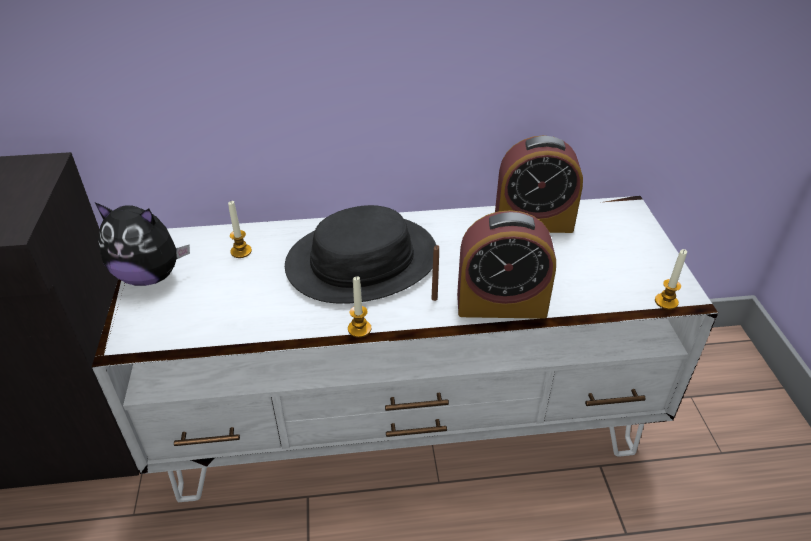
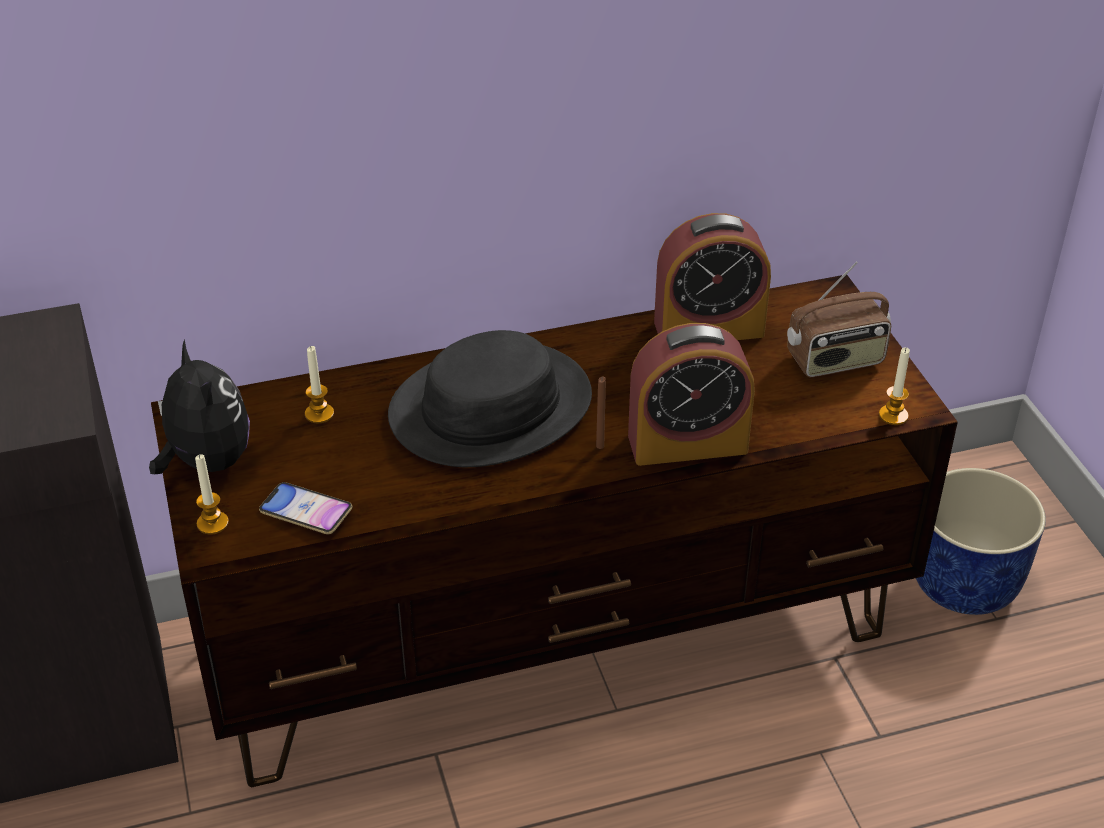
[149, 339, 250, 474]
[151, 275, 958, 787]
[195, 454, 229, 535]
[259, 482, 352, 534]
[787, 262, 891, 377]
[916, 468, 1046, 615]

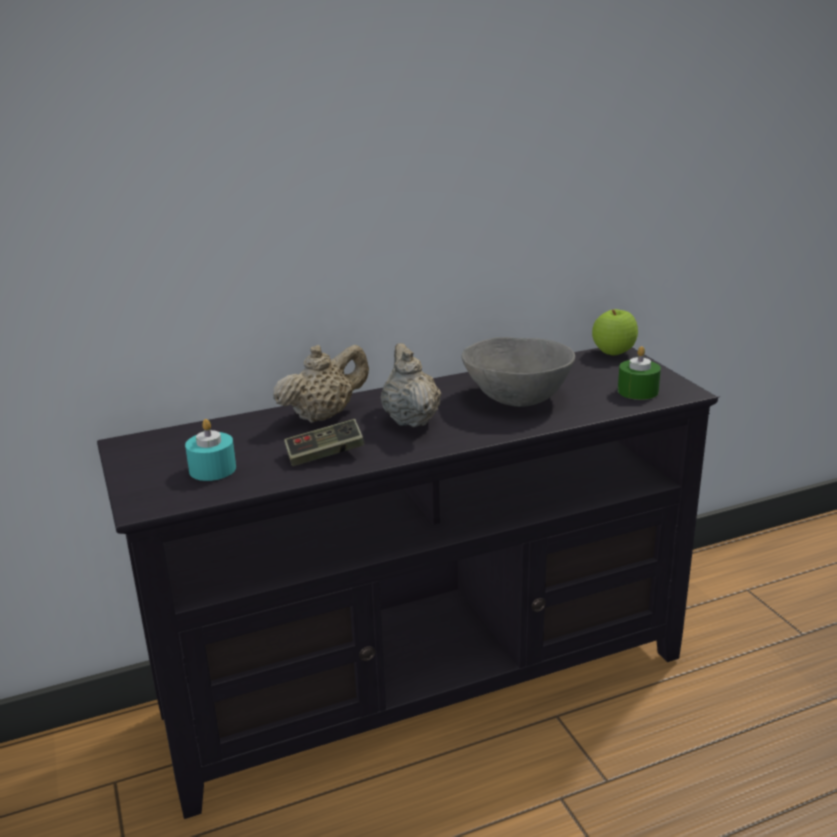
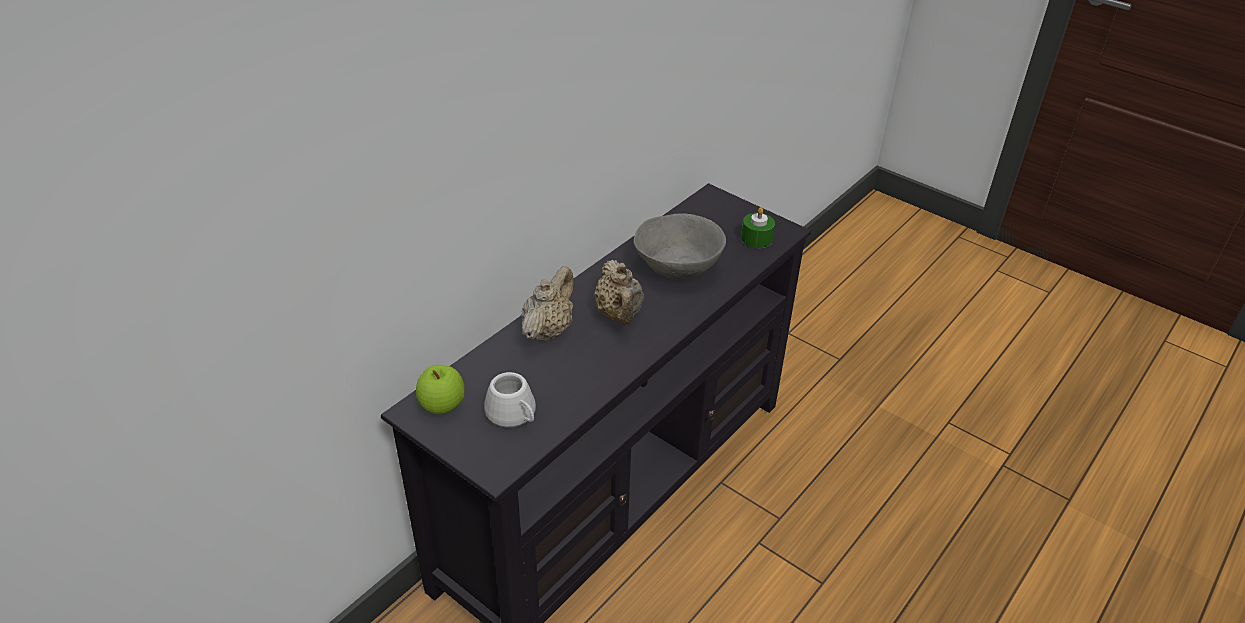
[416, 365, 464, 414]
[484, 372, 536, 428]
[594, 260, 644, 326]
[284, 419, 365, 466] (first image)

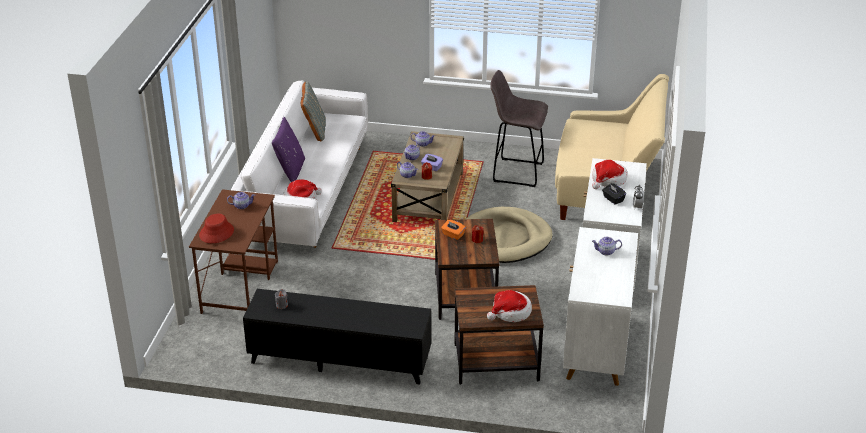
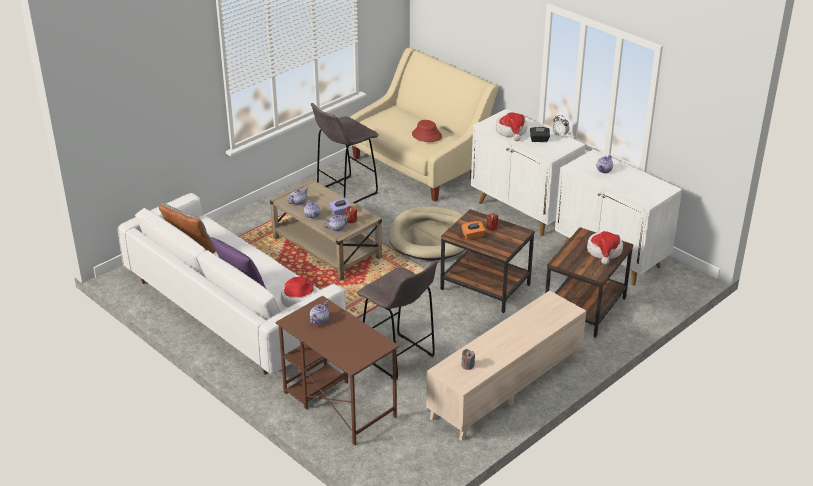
[357, 260, 438, 380]
[412, 120, 442, 142]
[426, 290, 586, 441]

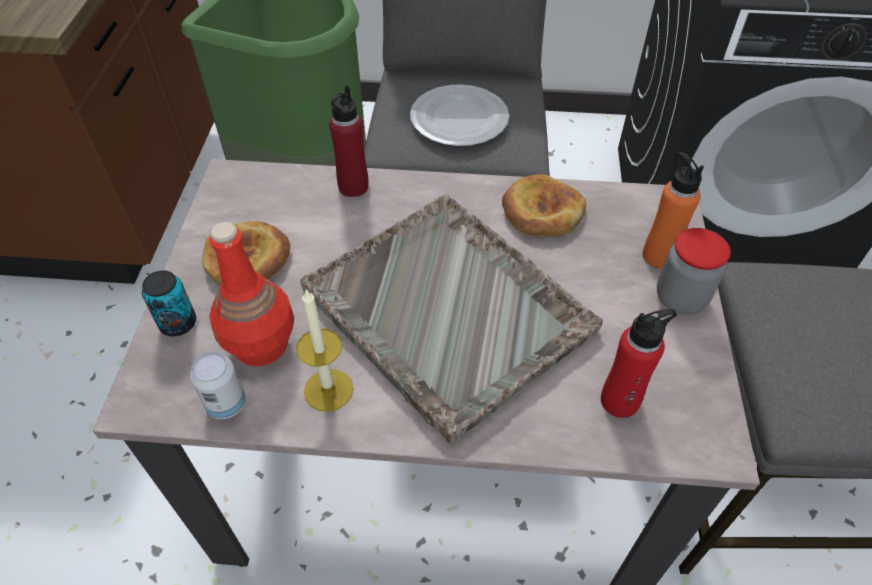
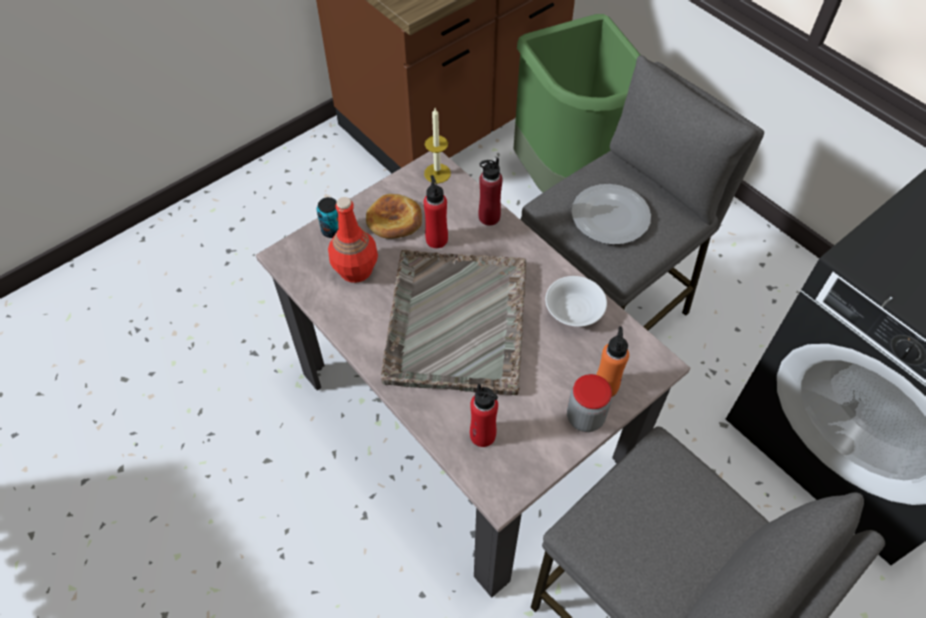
[424, 108, 451, 183]
[424, 175, 448, 248]
[545, 276, 607, 327]
[190, 352, 246, 419] (first image)

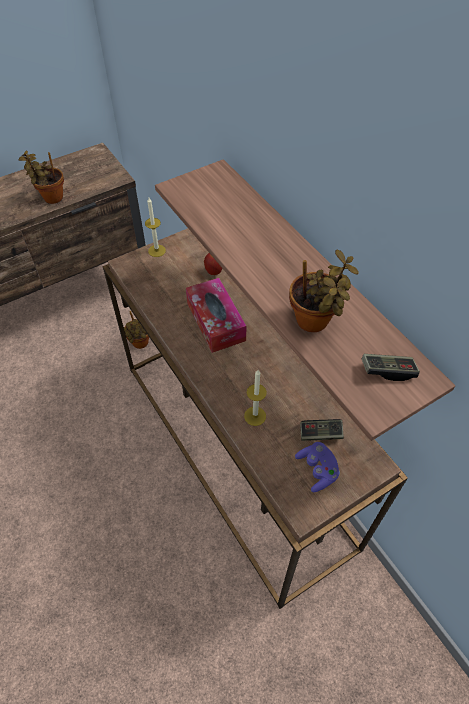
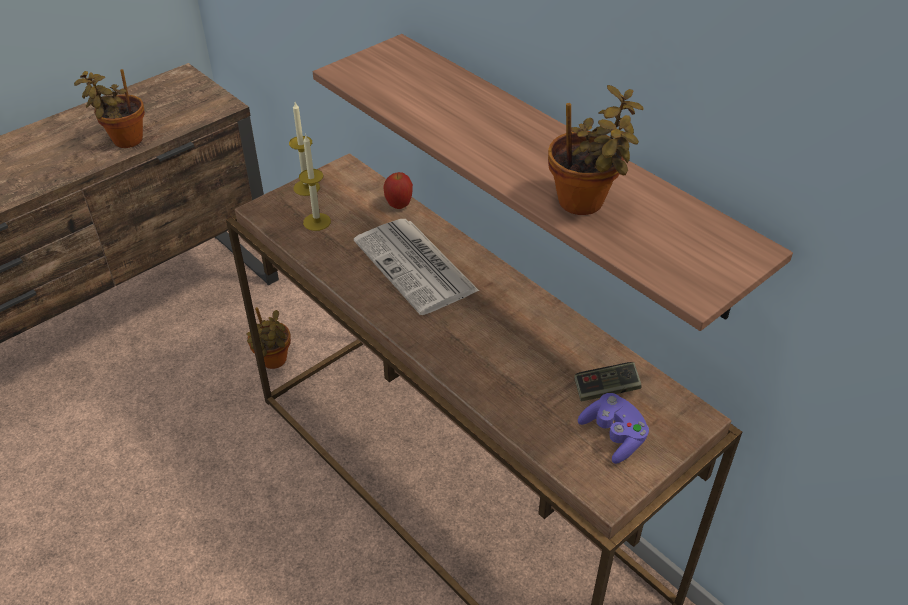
[299, 135, 331, 231]
[354, 219, 479, 315]
[362, 354, 420, 381] (first image)

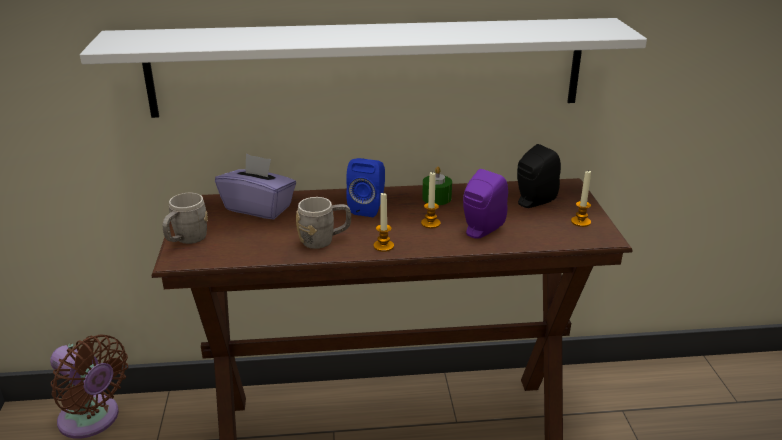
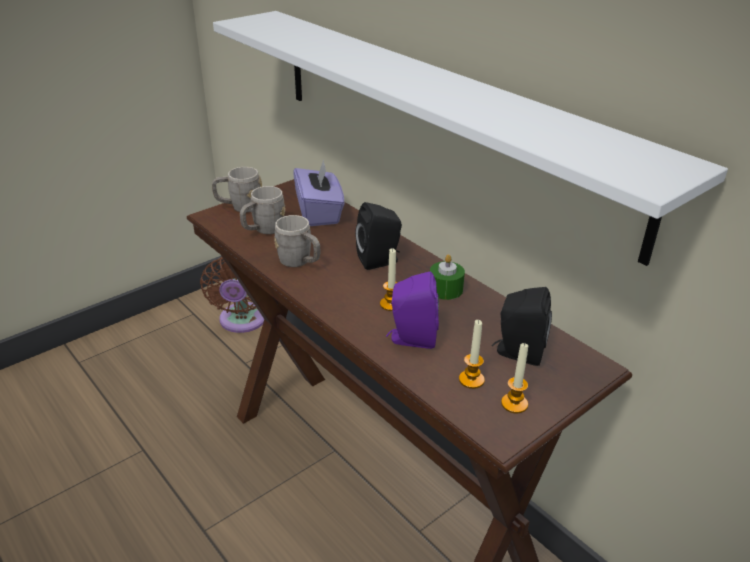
[240, 186, 285, 234]
[355, 202, 402, 270]
[459, 320, 485, 389]

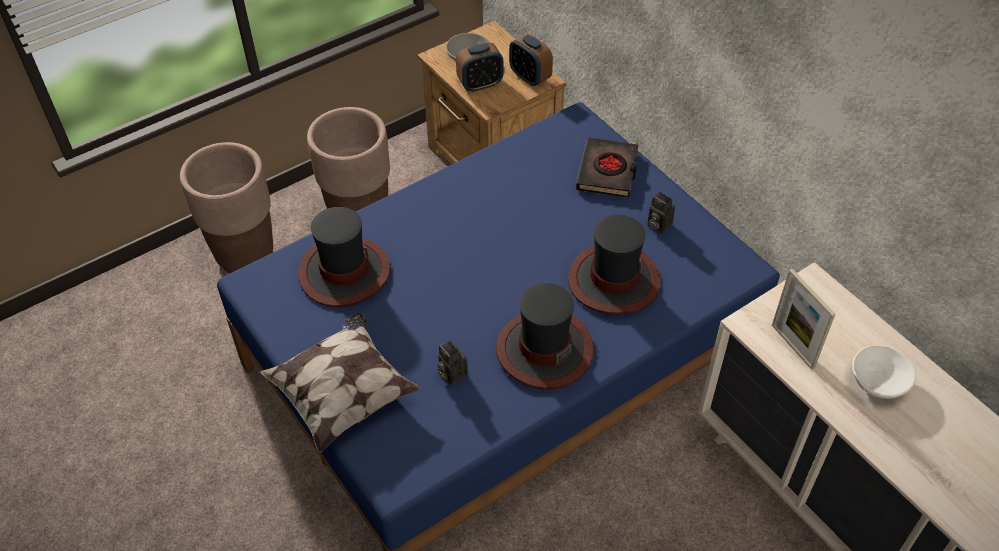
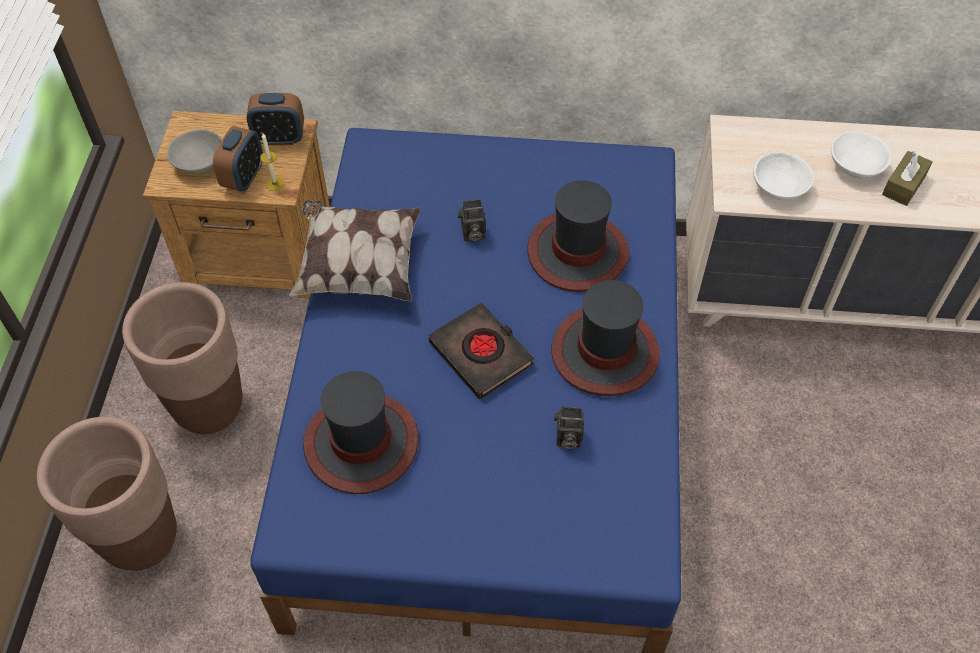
[260, 134, 284, 191]
[289, 200, 421, 302]
[429, 303, 534, 399]
[457, 199, 486, 242]
[753, 152, 814, 200]
[882, 151, 932, 206]

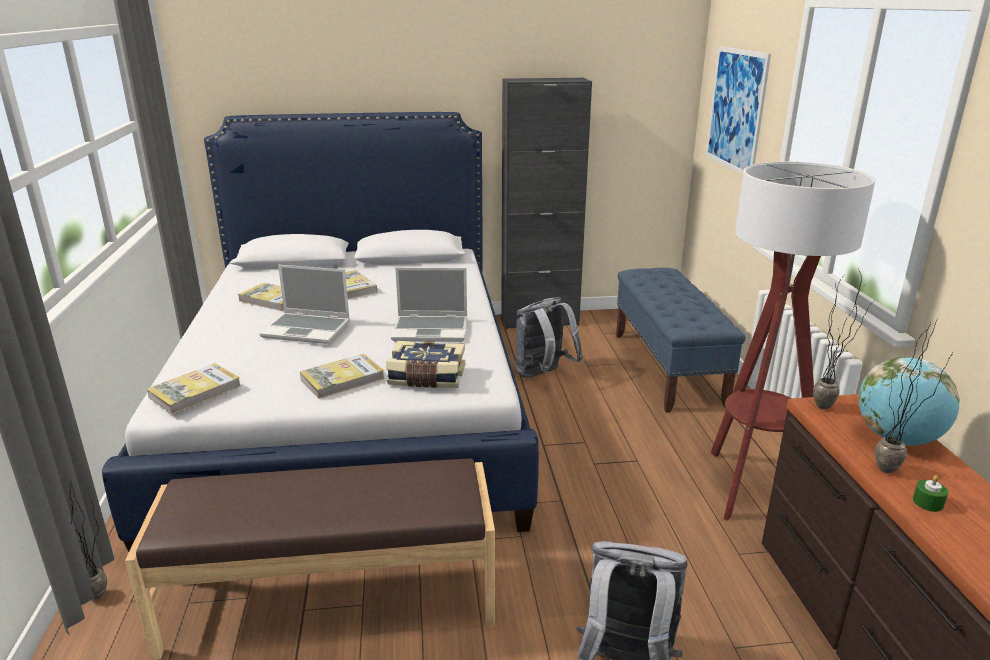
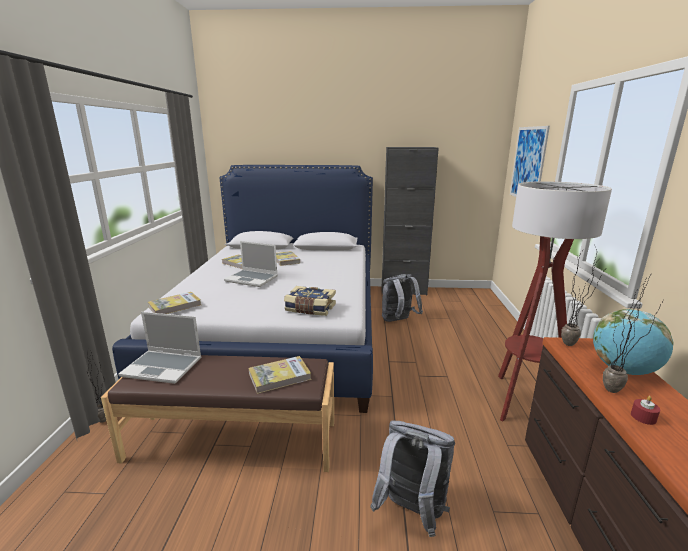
[118, 312, 201, 384]
[249, 356, 312, 394]
[631, 396, 660, 425]
[616, 268, 745, 413] (first image)

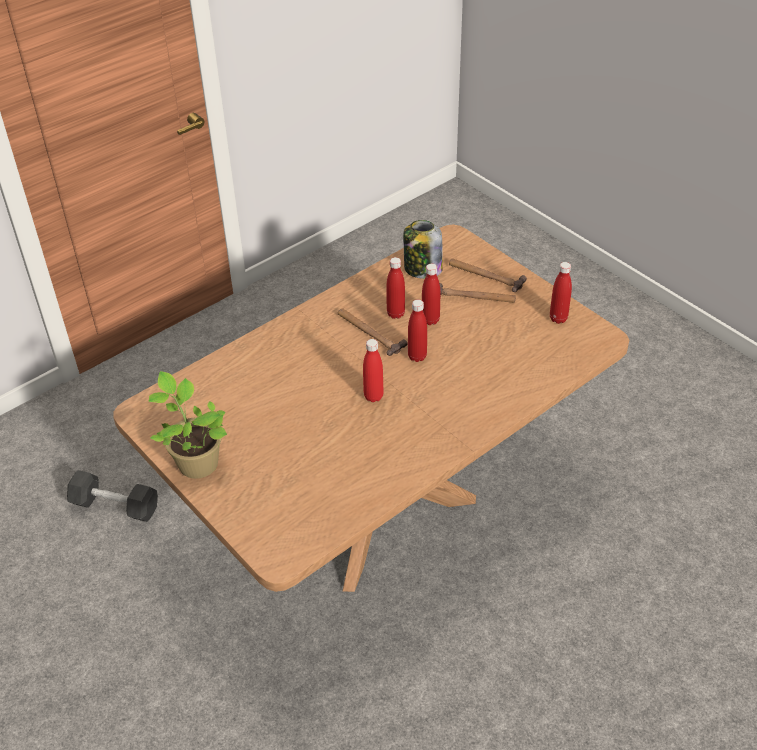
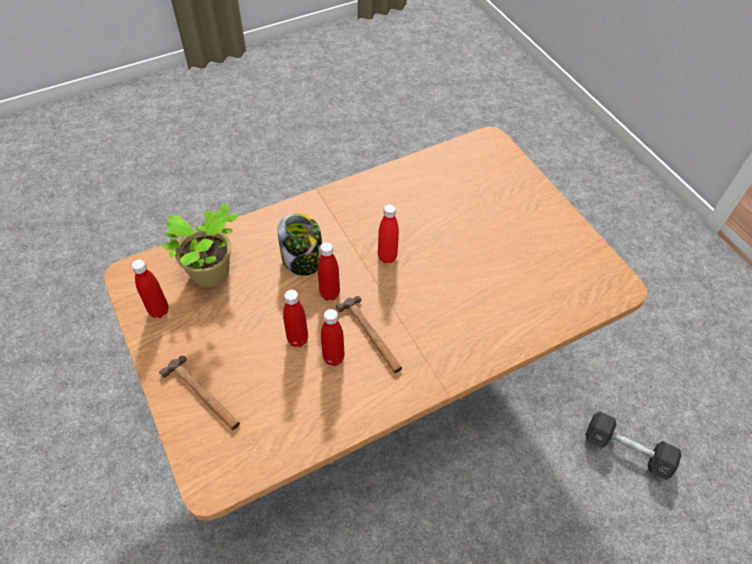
[161, 203, 238, 287]
[277, 213, 322, 276]
[439, 283, 516, 303] (first image)

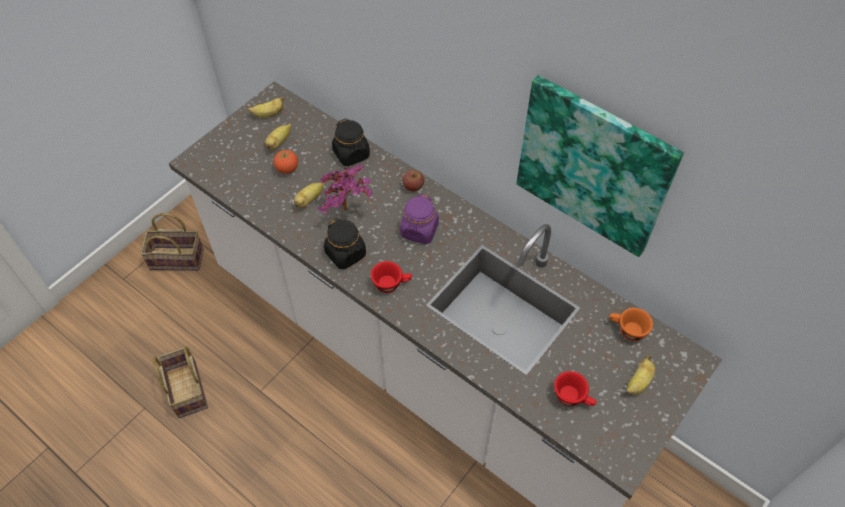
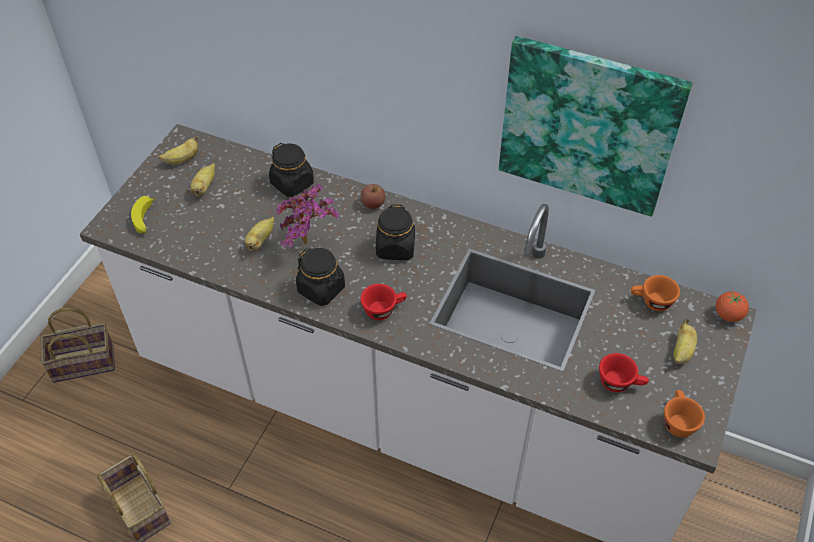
[131, 196, 156, 233]
[376, 204, 415, 260]
[664, 390, 705, 437]
[716, 291, 749, 322]

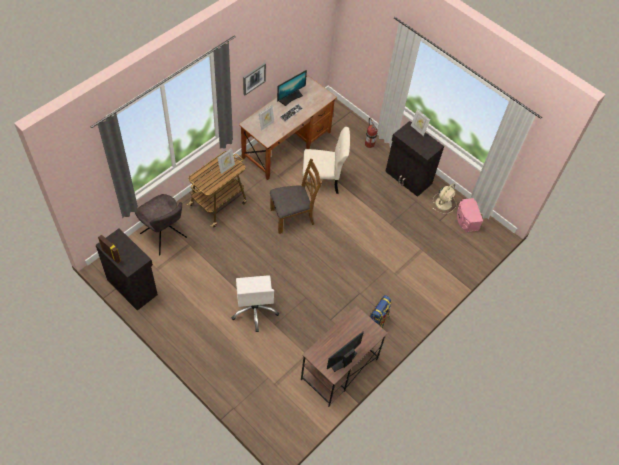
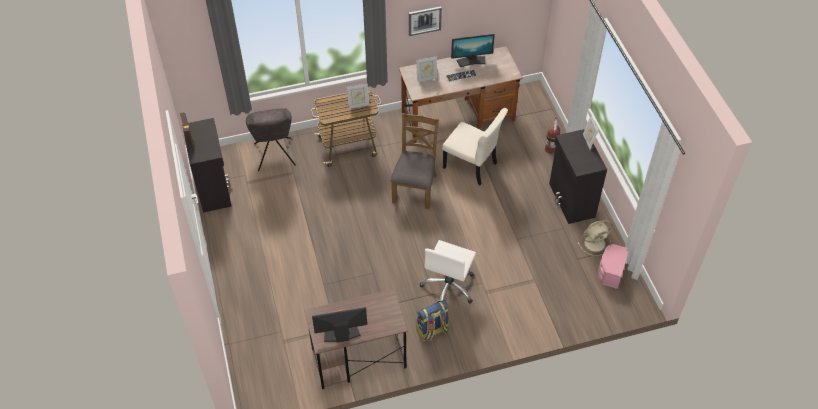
[391, 113, 439, 209]
[420, 240, 476, 304]

